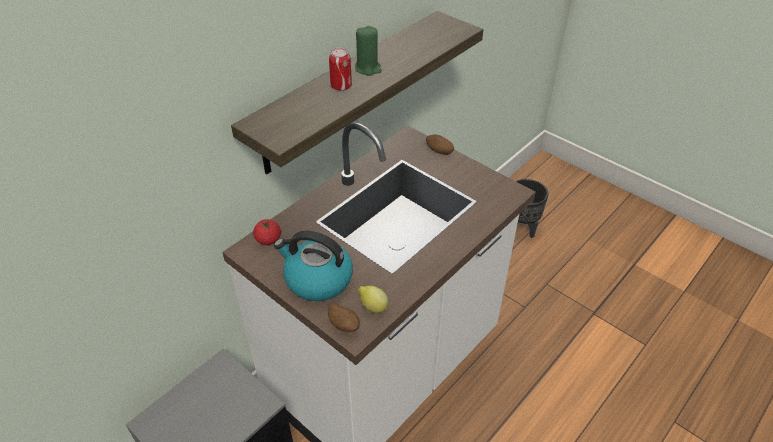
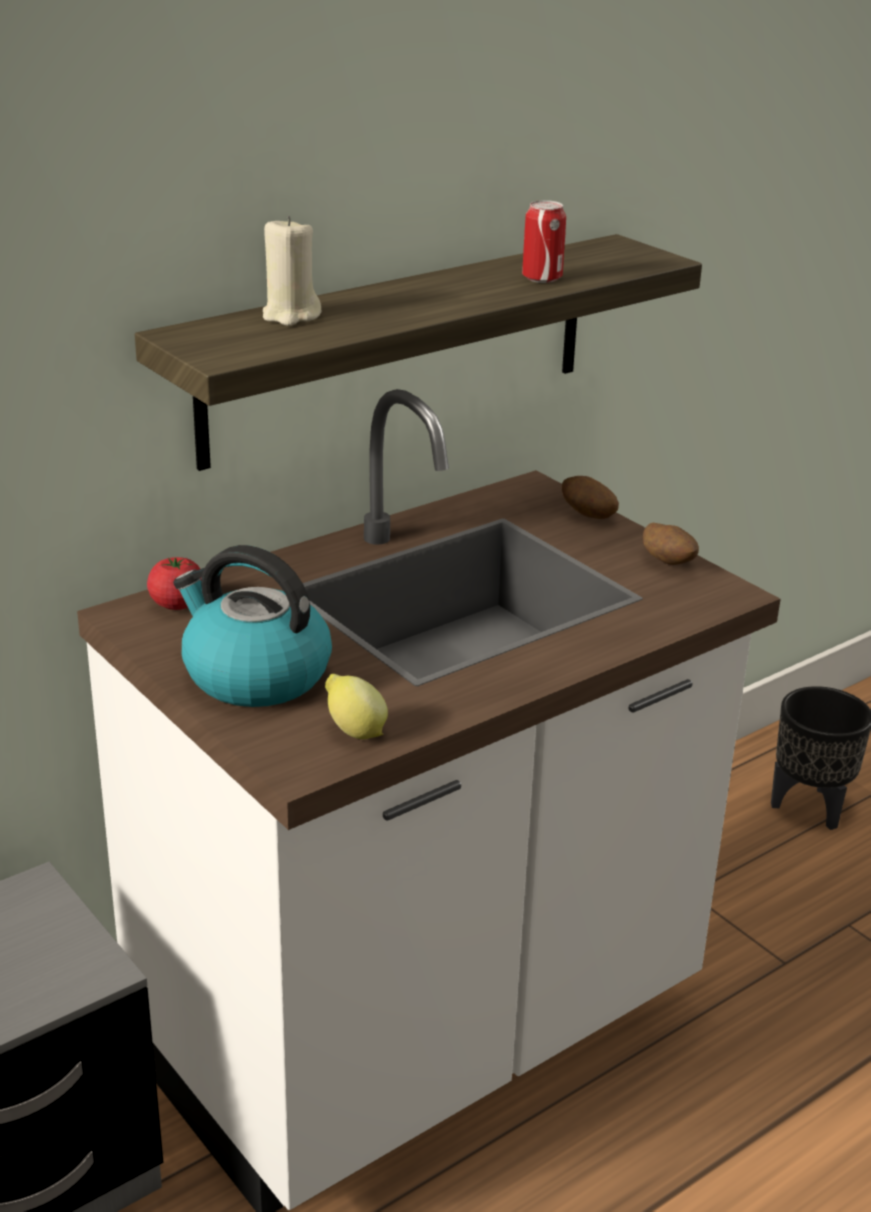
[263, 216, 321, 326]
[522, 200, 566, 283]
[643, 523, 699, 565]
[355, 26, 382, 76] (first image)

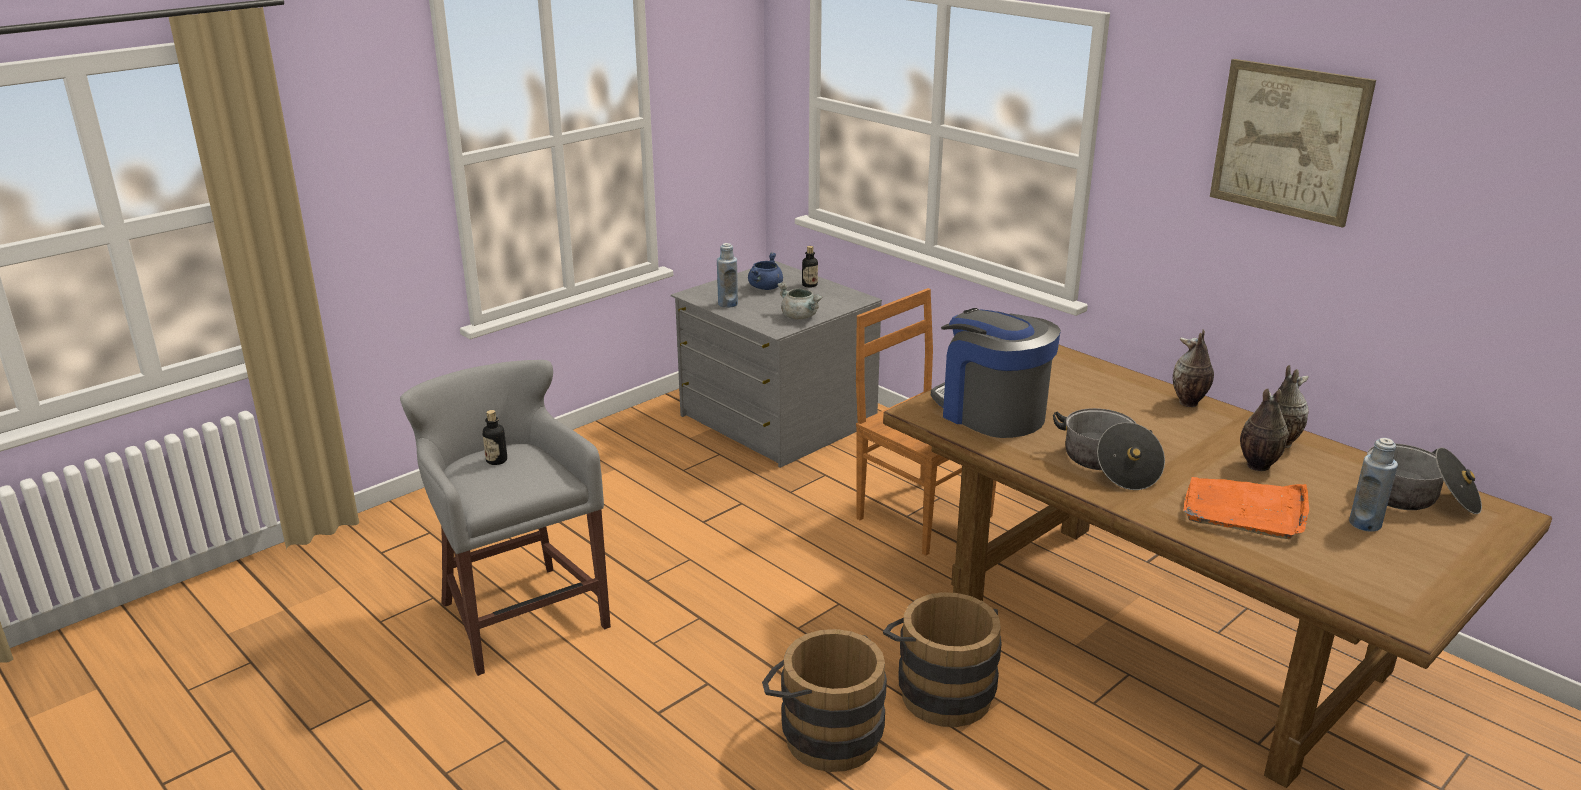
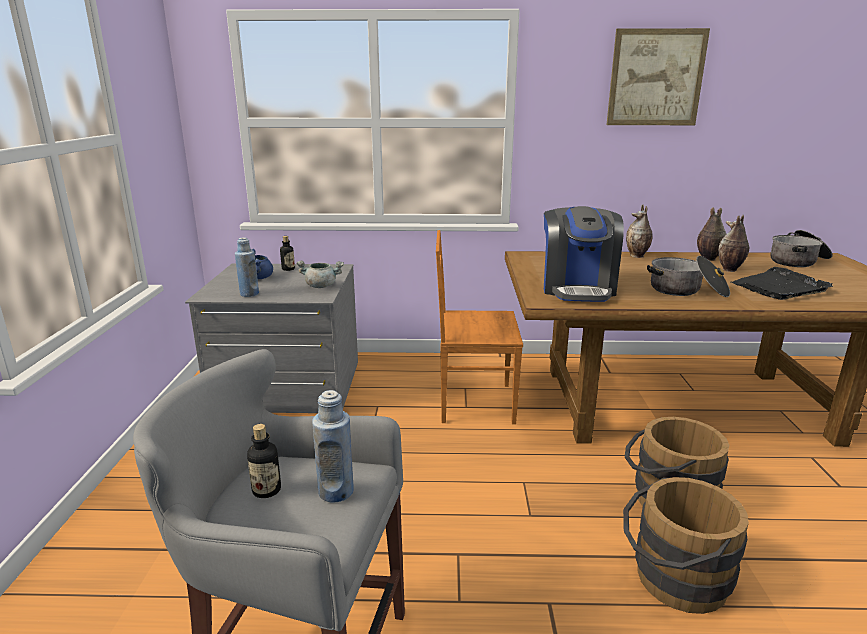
[312, 390, 354, 502]
[544, 206, 624, 302]
[731, 267, 833, 300]

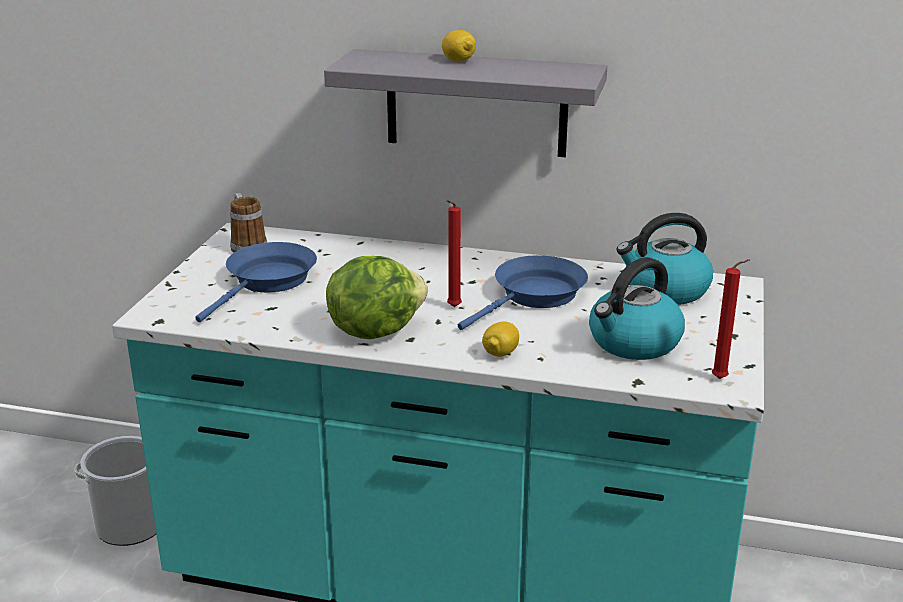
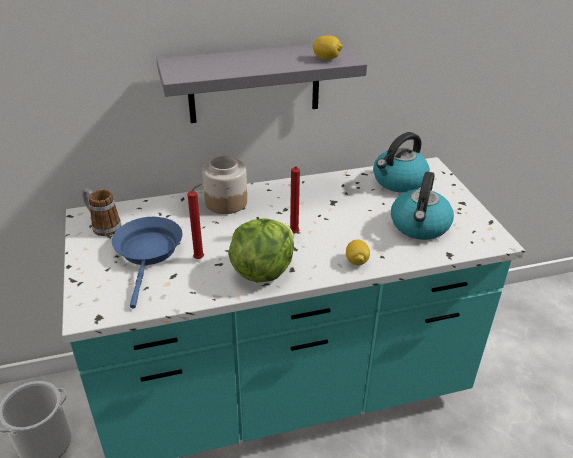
[187, 184, 204, 259]
[202, 156, 247, 214]
[313, 35, 343, 60]
[458, 255, 588, 330] (first image)

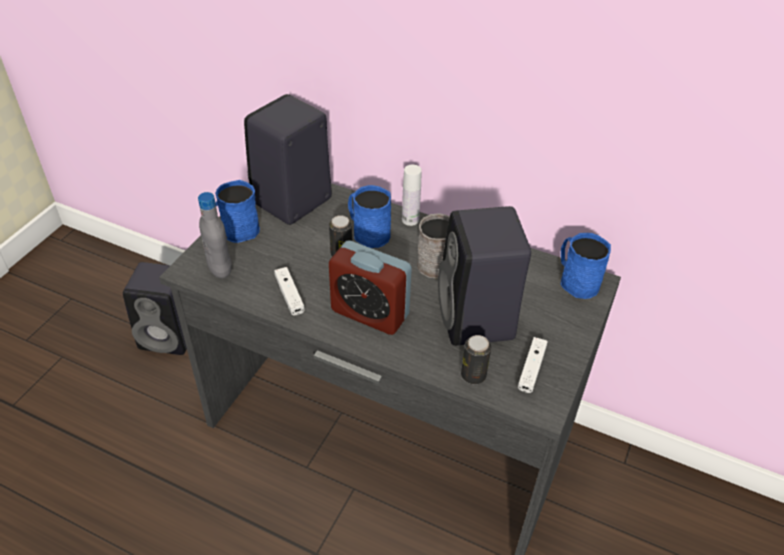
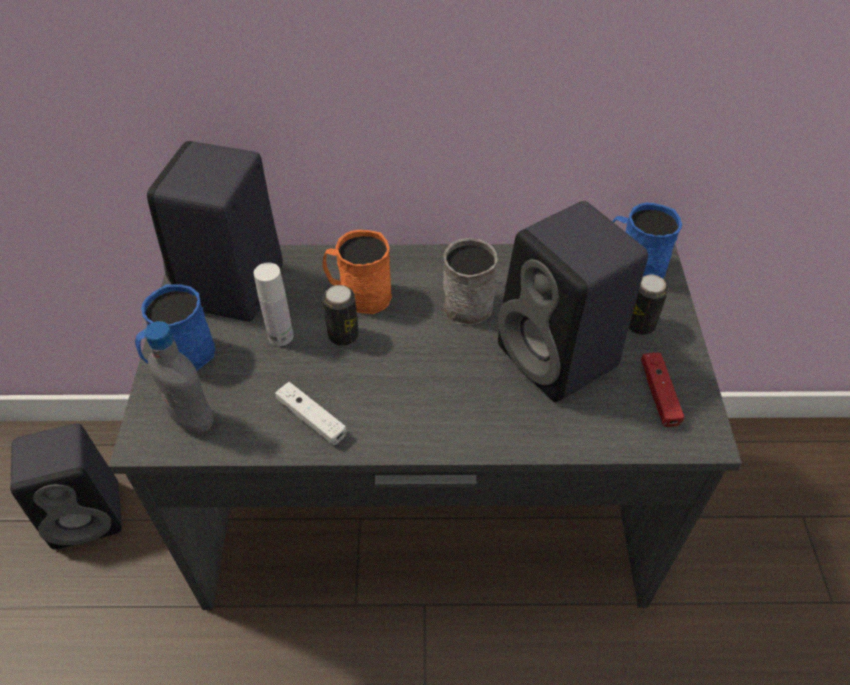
[254, 263, 294, 346]
[323, 230, 392, 314]
[629, 275, 669, 335]
[641, 353, 684, 427]
[329, 241, 412, 335] (first image)

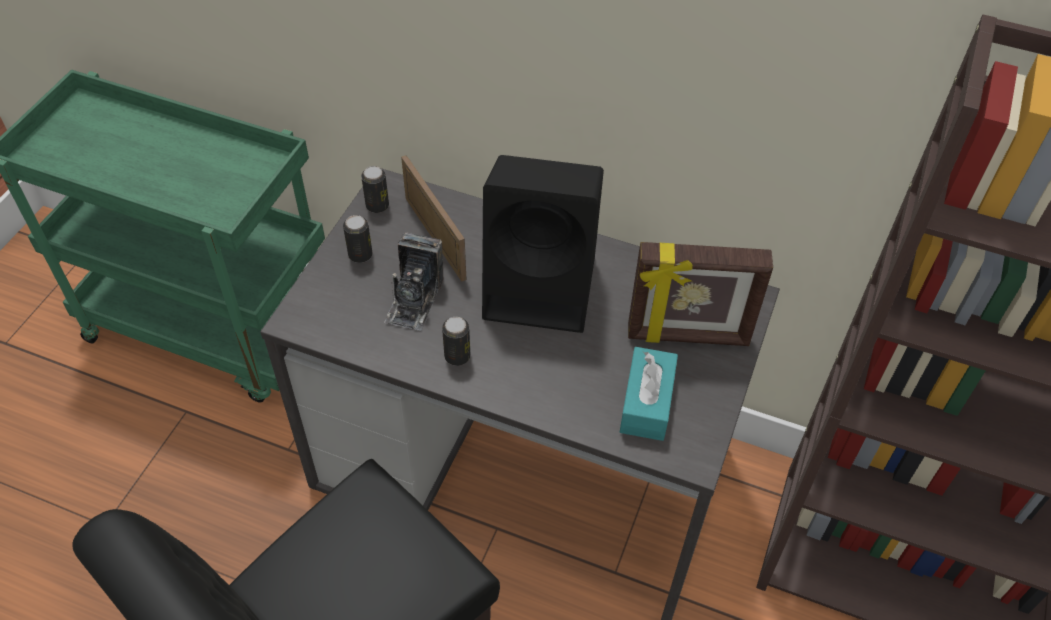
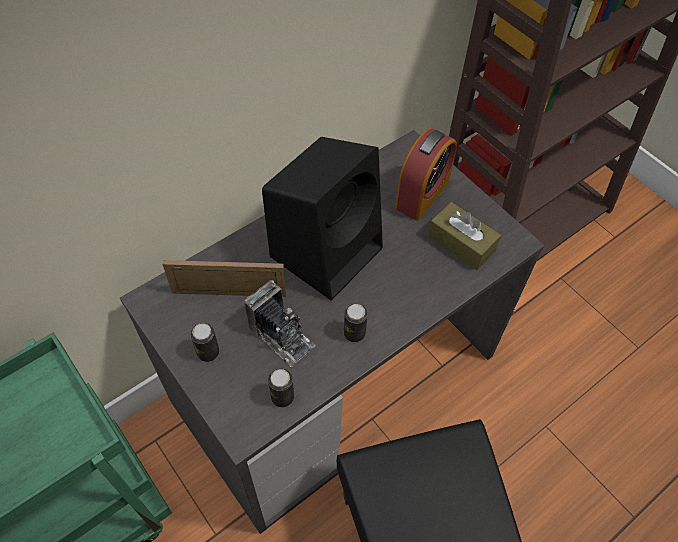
[268, 368, 294, 407]
[395, 128, 457, 221]
[428, 202, 501, 270]

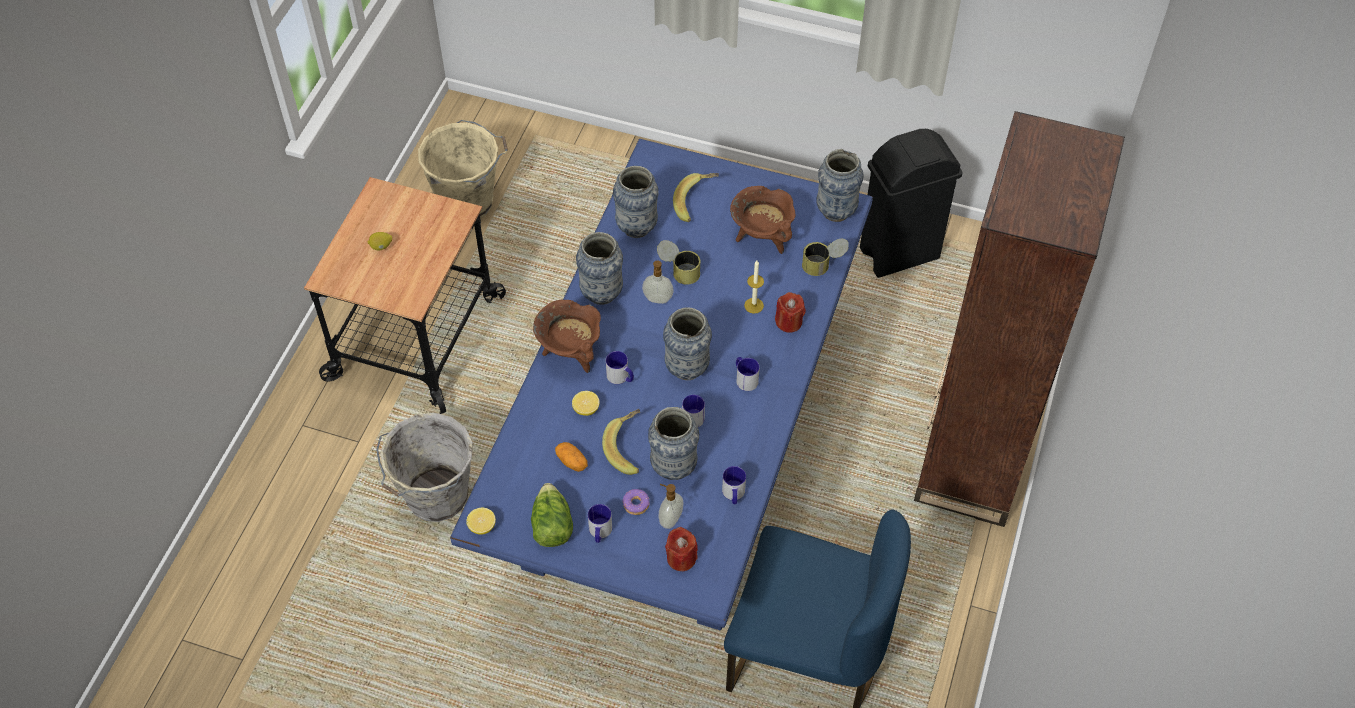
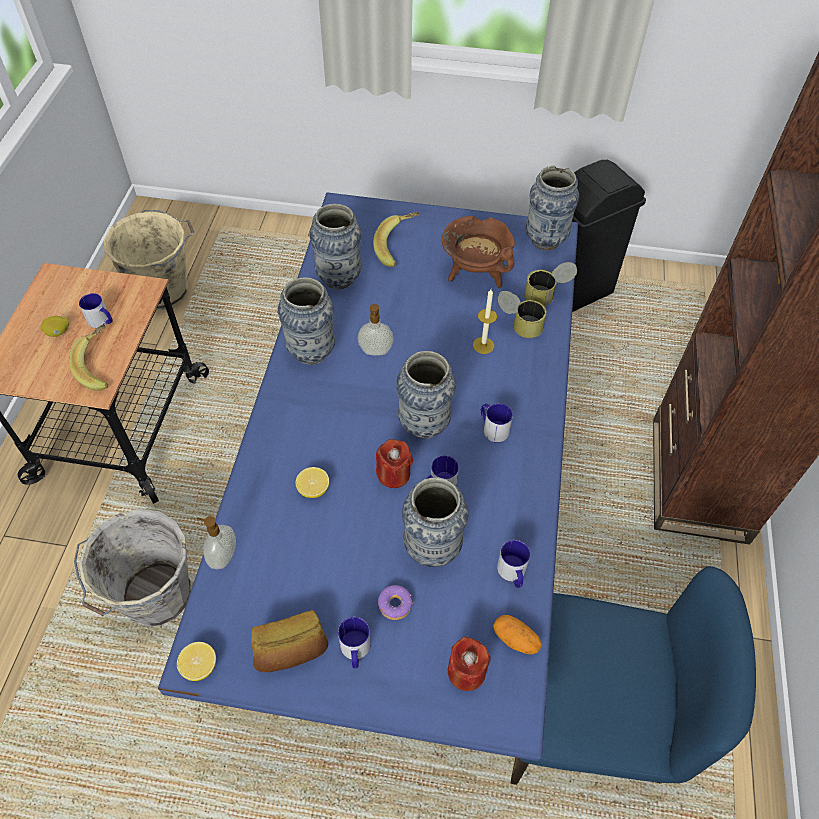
[69, 324, 108, 391]
[79, 293, 113, 328]
[196, 516, 236, 570]
[251, 610, 328, 672]
[376, 439, 413, 488]
[493, 615, 542, 655]
[497, 291, 547, 338]
[533, 300, 601, 373] (first image)

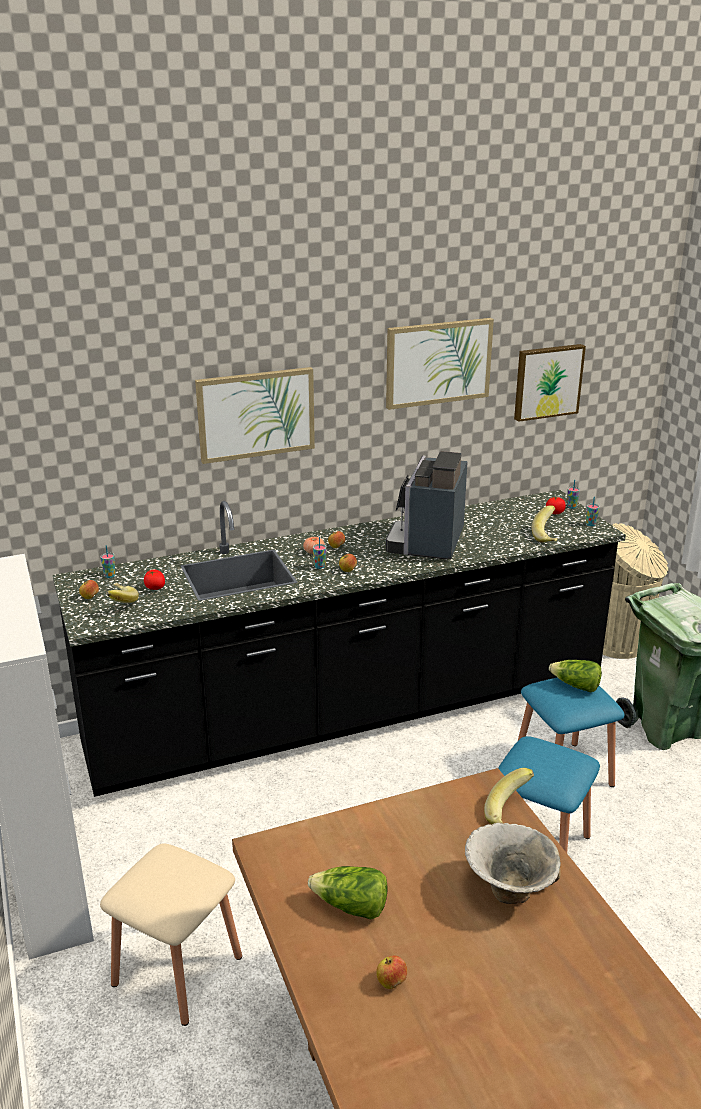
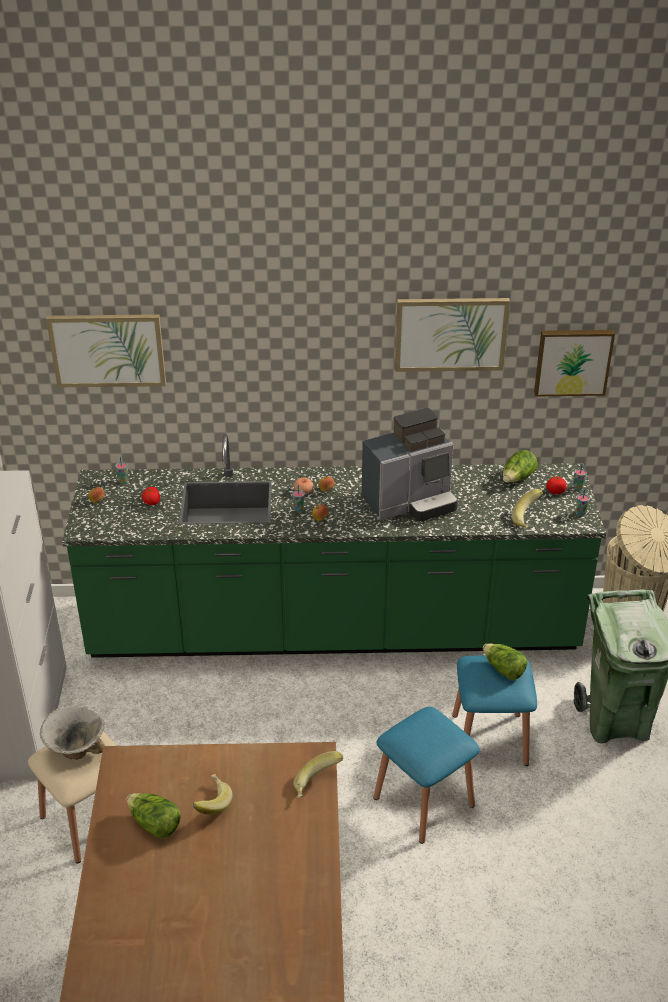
[40, 705, 105, 760]
[46, 314, 166, 387]
[62, 434, 606, 658]
[193, 774, 233, 815]
[362, 408, 458, 521]
[503, 450, 538, 483]
[376, 956, 407, 989] (first image)

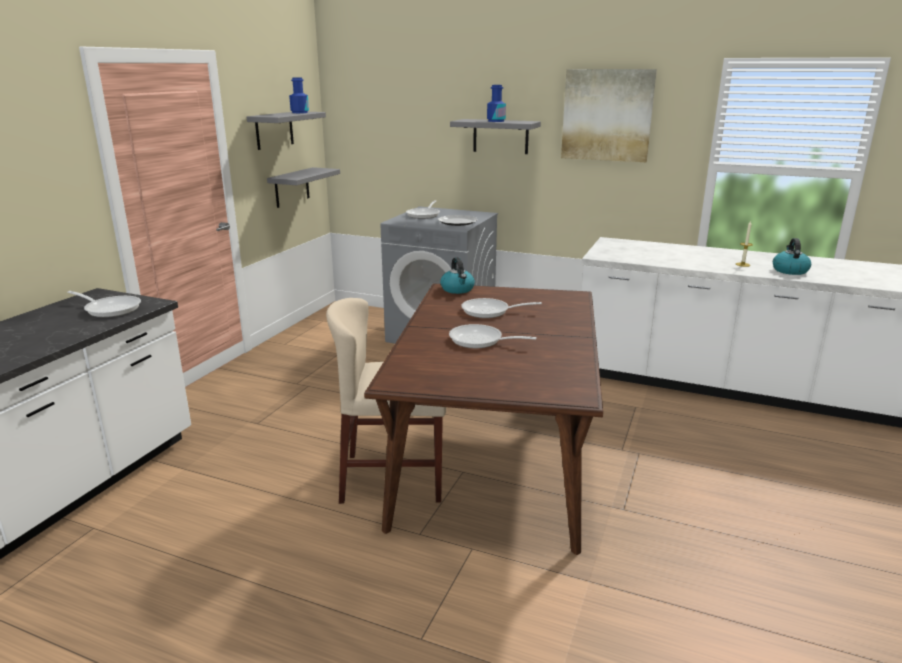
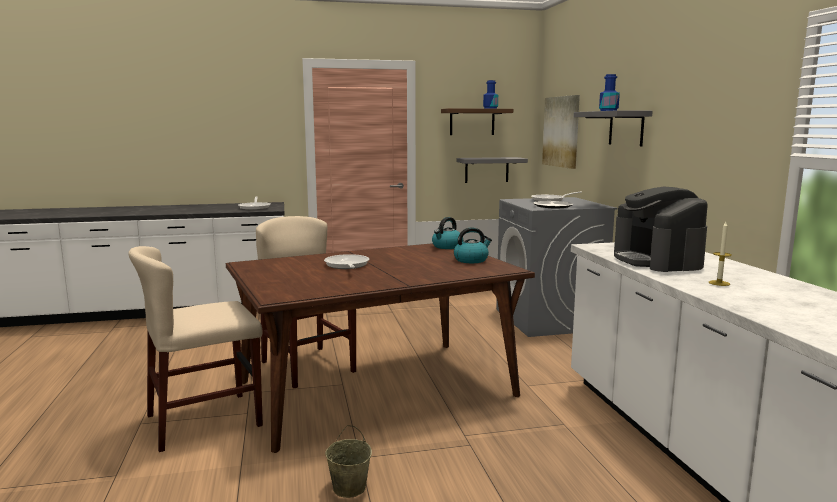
[128, 246, 263, 452]
[325, 425, 372, 498]
[441, 108, 513, 135]
[454, 227, 492, 263]
[542, 95, 580, 169]
[614, 186, 708, 272]
[461, 298, 542, 318] (first image)

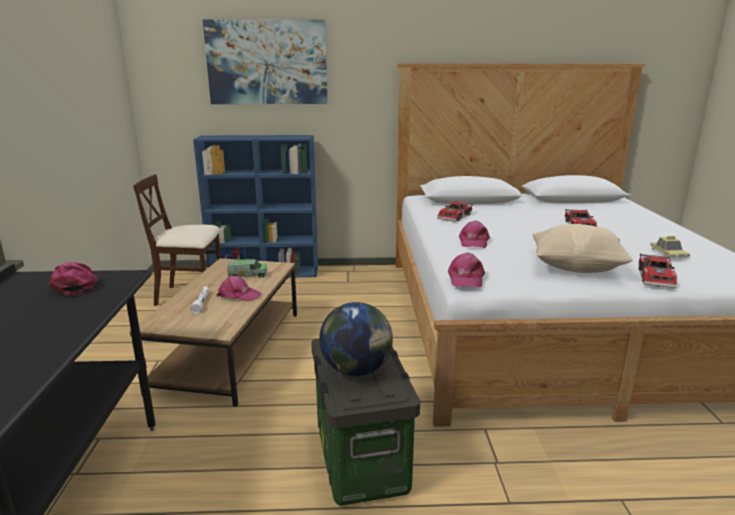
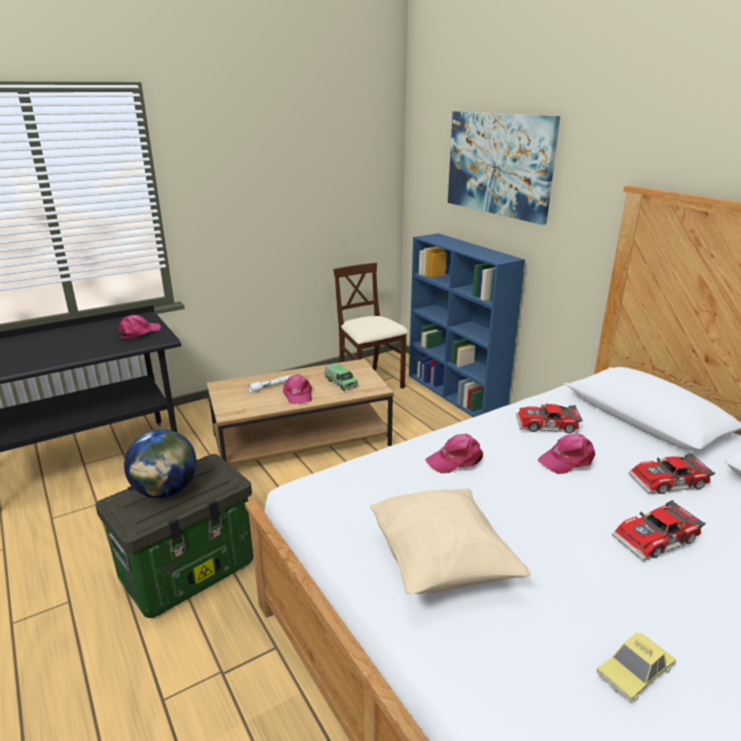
[537, 433, 595, 474]
[628, 453, 715, 494]

